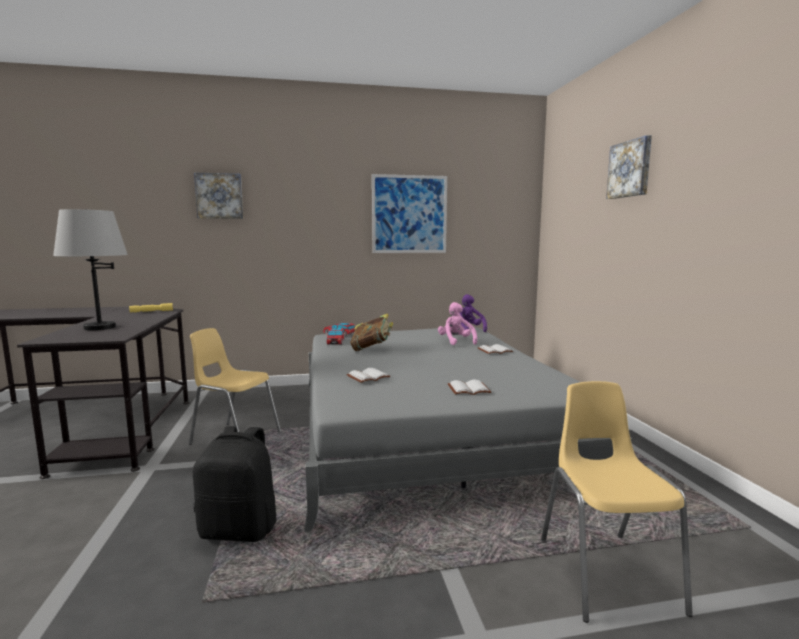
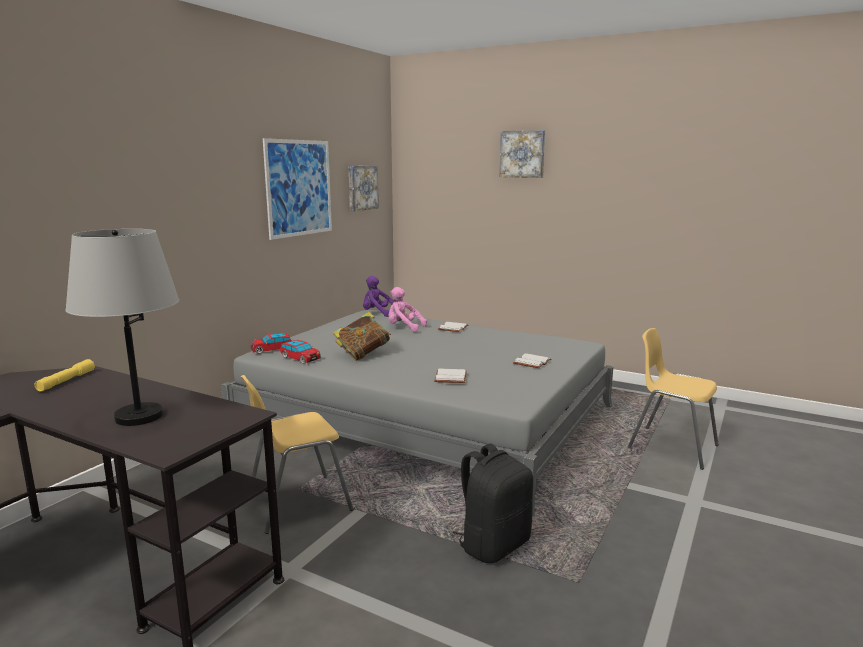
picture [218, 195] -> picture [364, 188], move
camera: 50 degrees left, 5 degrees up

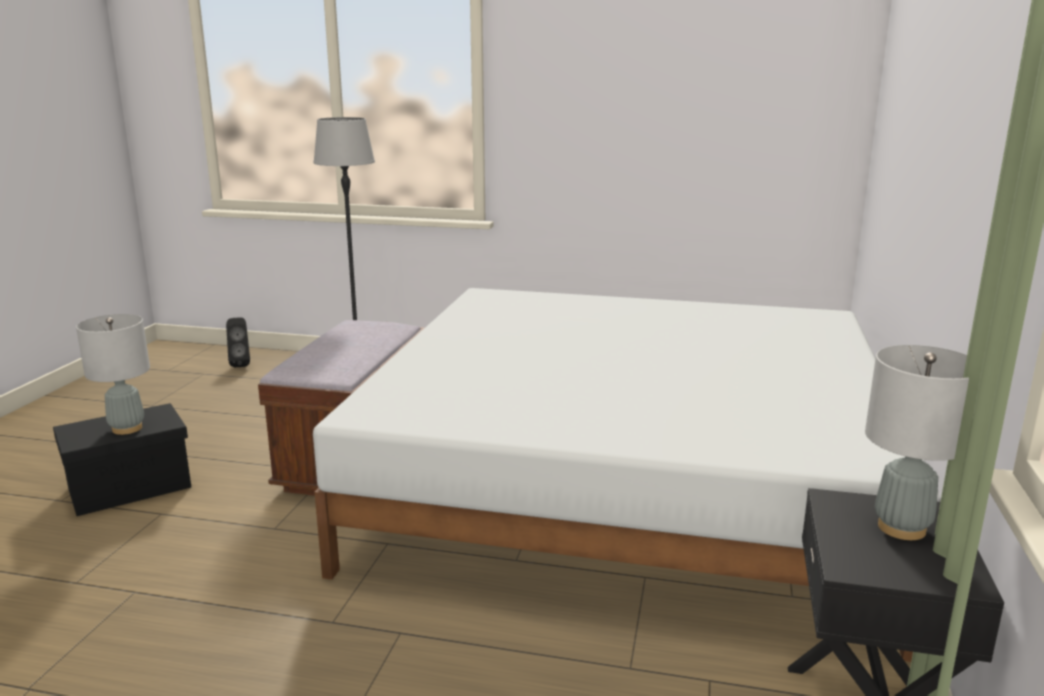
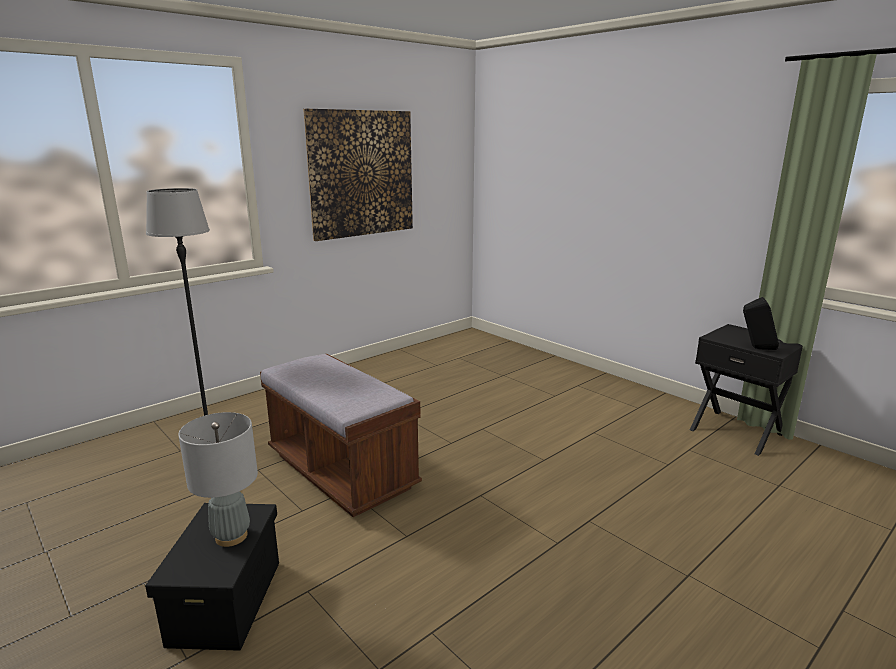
none -> picture [358, 175]
loudspeaker (blackish) [238, 342] -> loudspeaker (blackish) [761, 323], move
bedroom bed (white-coloured) [626, 475] -> none
table lamp (gray) [917, 442] -> none
camera: 55 degrees left, 0 degrees up

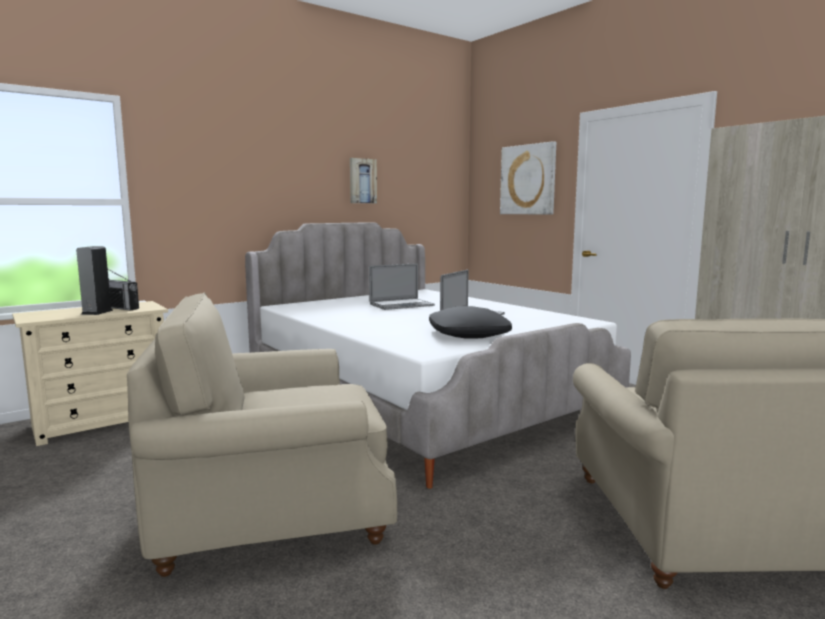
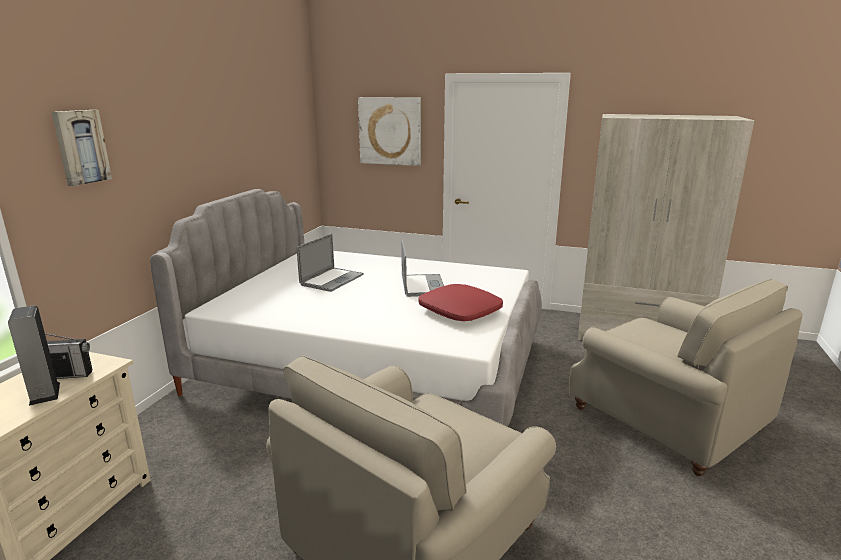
picture [363, 180] -> picture [82, 148], move
throw pillow (blackish) [470, 322] -> throw pillow (reddish) [461, 302]
camera: 35 degrees left, 10 degrees up

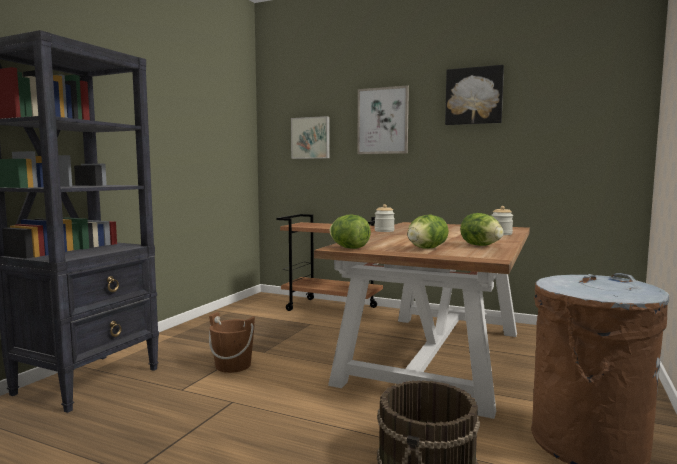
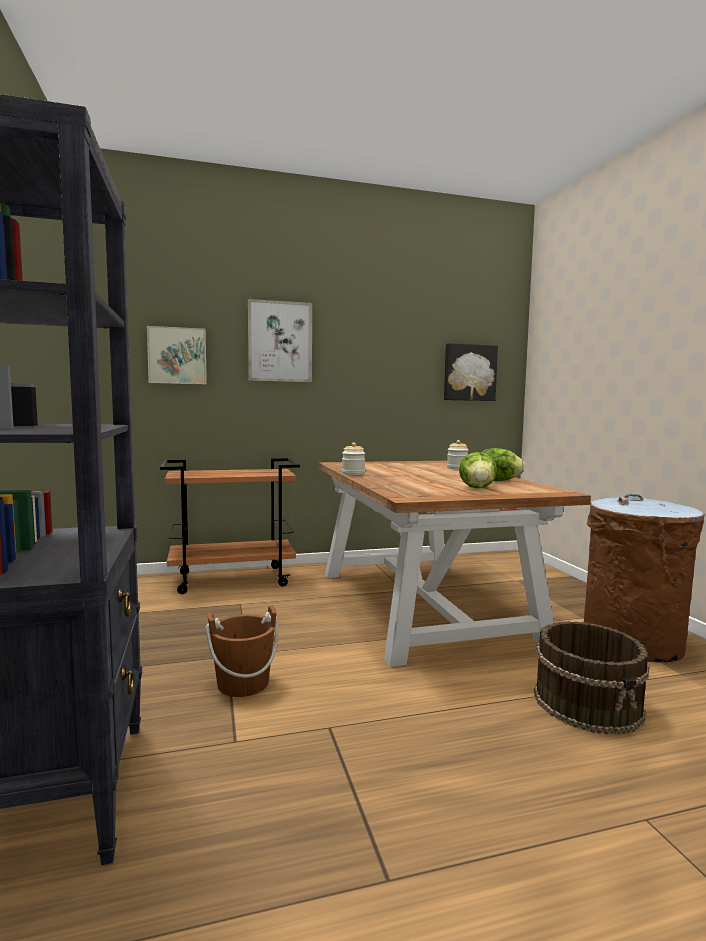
picture [474, 95] -> picture [471, 372], move
head of lettuce [350, 231] -> none
camera: 40 degrees left, 0 degrees up

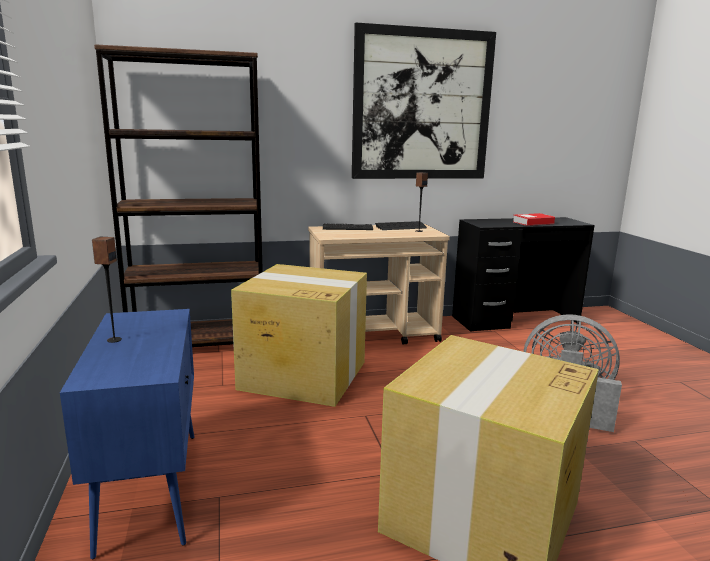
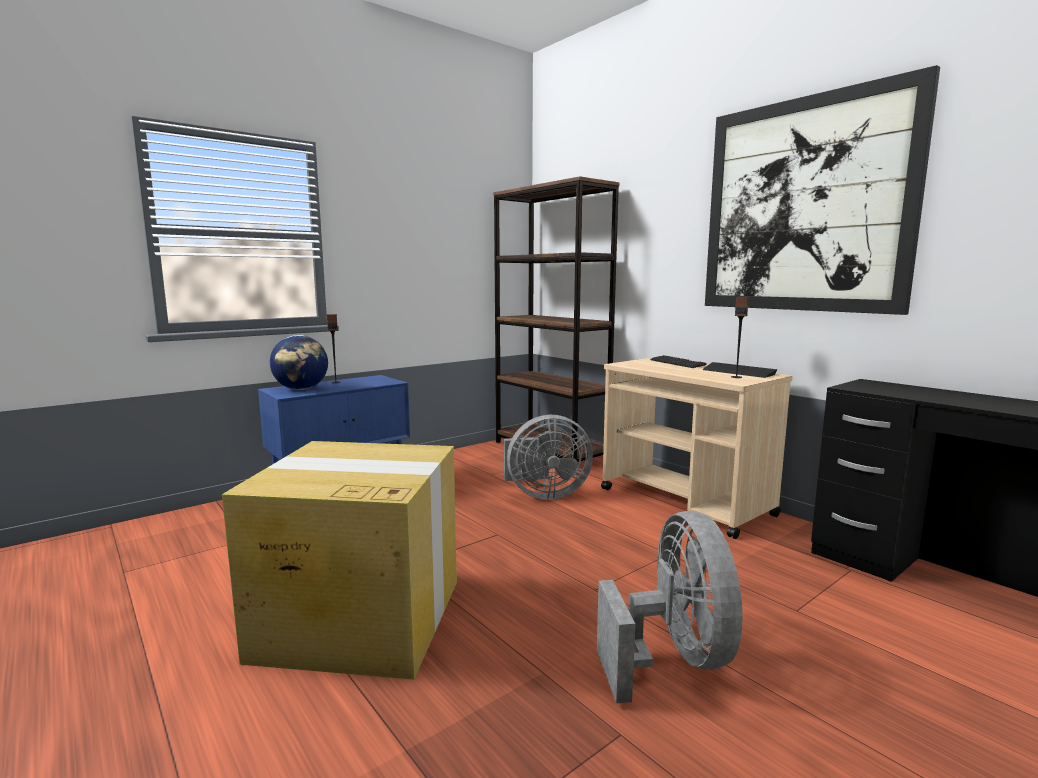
none -> world globe [299, 362]
carton [299, 335] -> cooling fan (gray) [548, 457]
volume [534, 219] -> none
camera: 65 degrees right, 5 degrees down

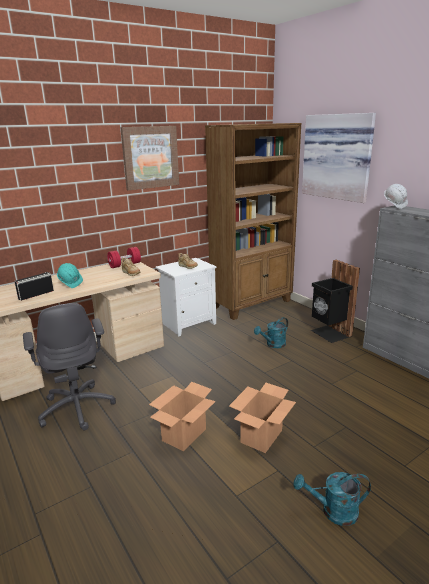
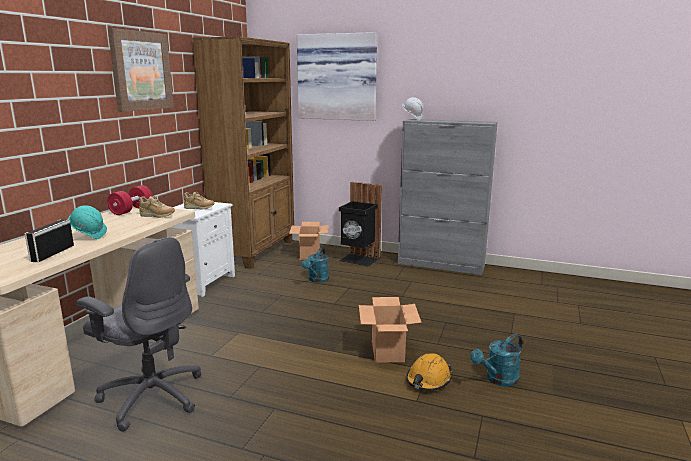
carton [182, 417] -> carton [309, 241], move
none -> work helmet (orange-coloured) [429, 372]
camera: 35 degrees left, 5 degrees down

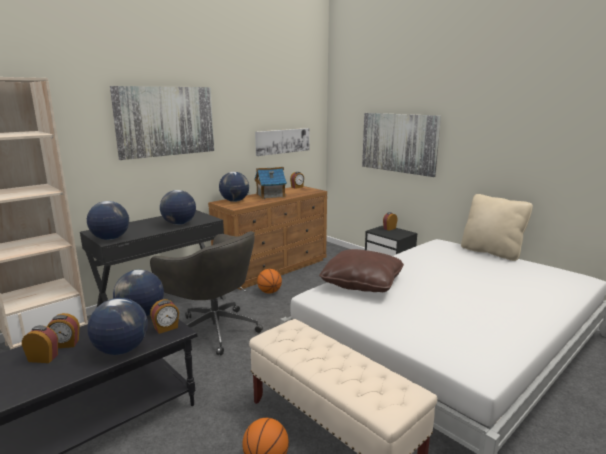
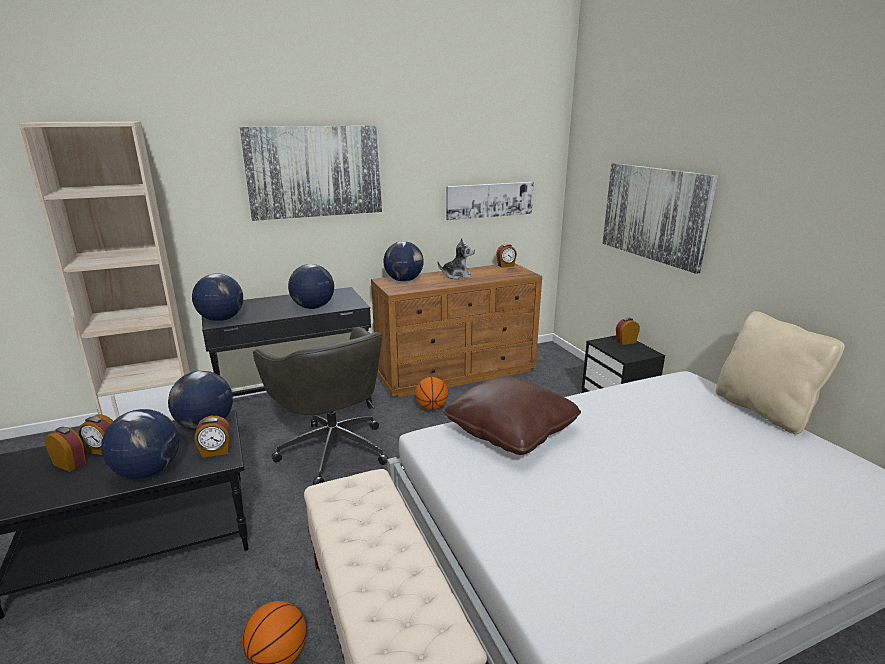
toy house [270, 183] -> cuddly toy [456, 259]
camera: 20 degrees right, 5 degrees up

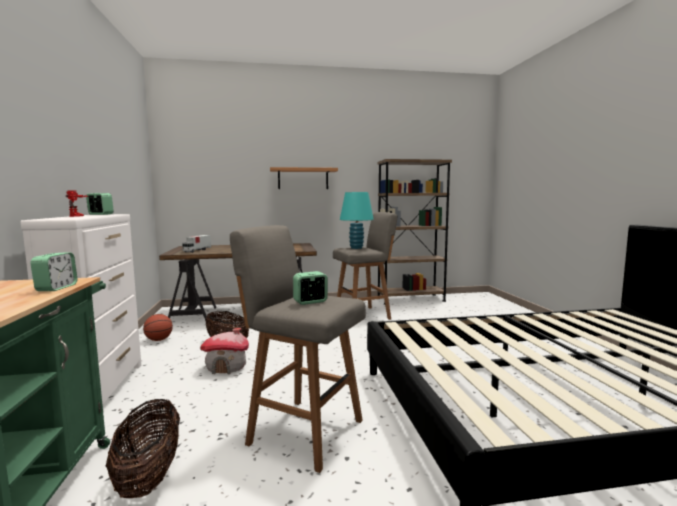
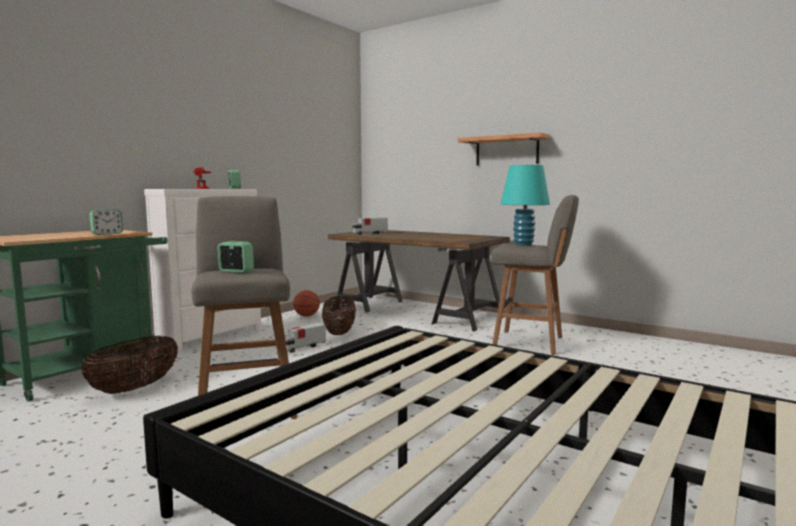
toy house [224, 351] -> model truck [305, 338]
bookshelf (brown-coloured) [414, 232] -> none
camera: 45 degrees right, 0 degrees up

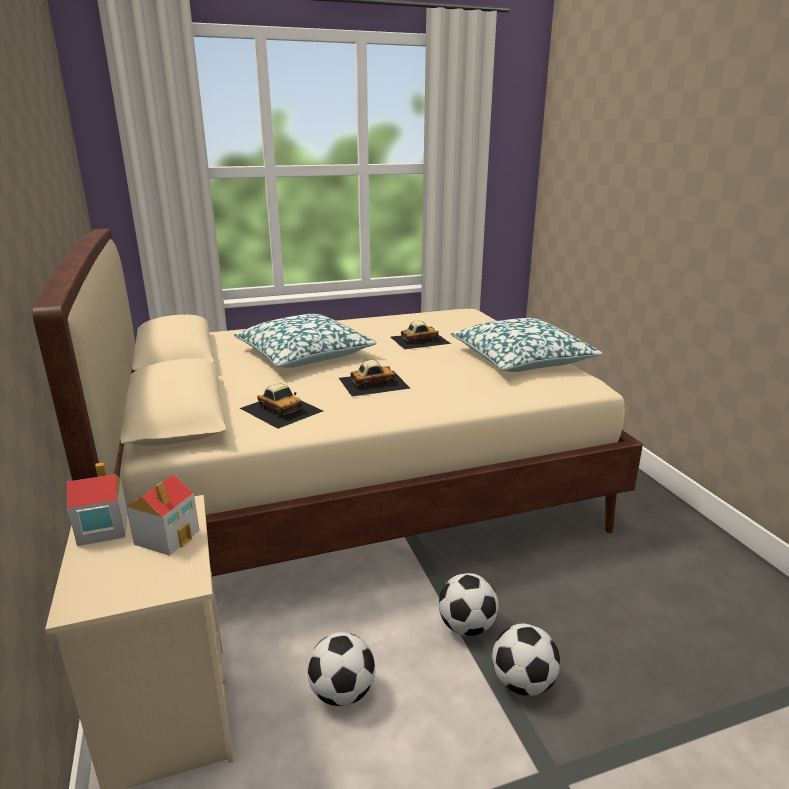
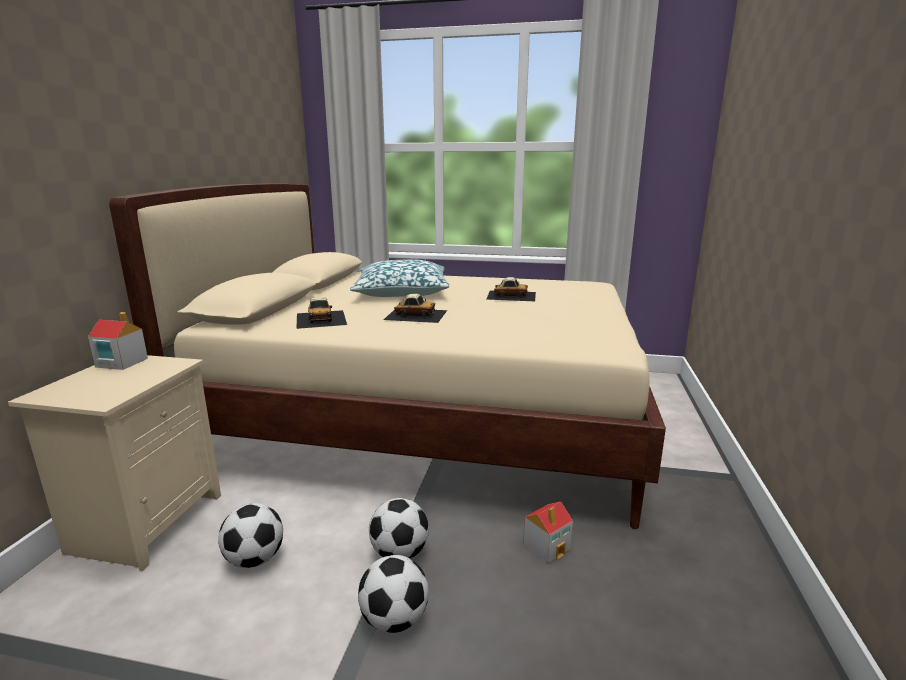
toy house [162, 515] -> toy house [548, 532], move
throw pillow [527, 345] -> none
camera: 30 degrees right, 5 degrees down

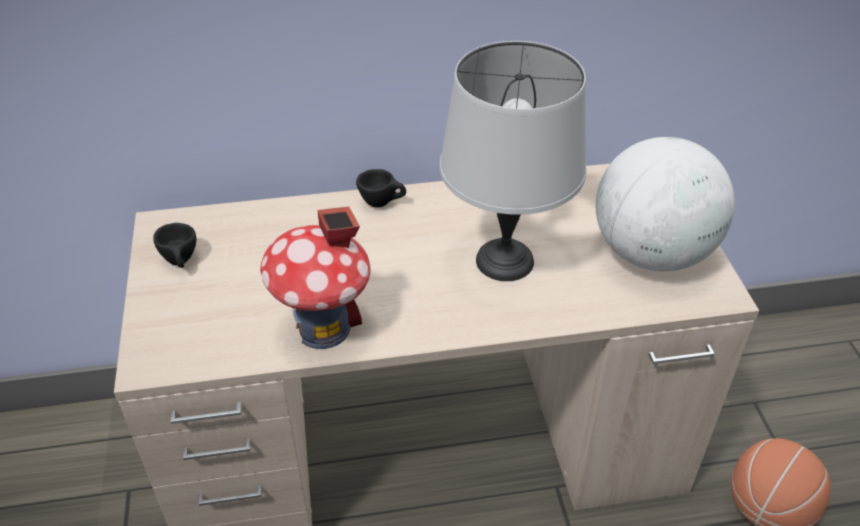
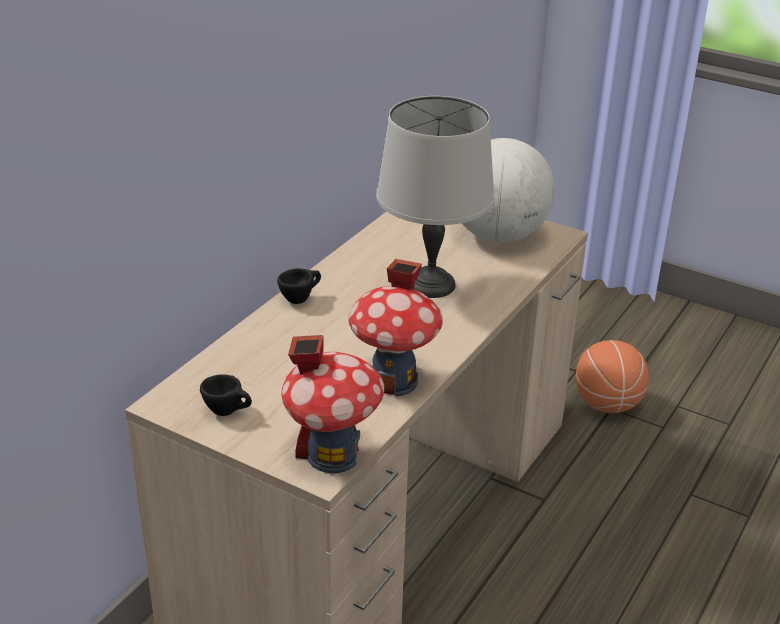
none -> toy house [332, 404]
camera: 50 degrees left, 10 degrees down

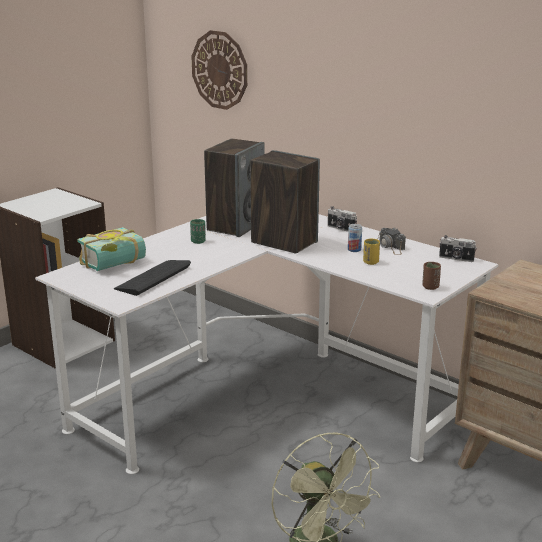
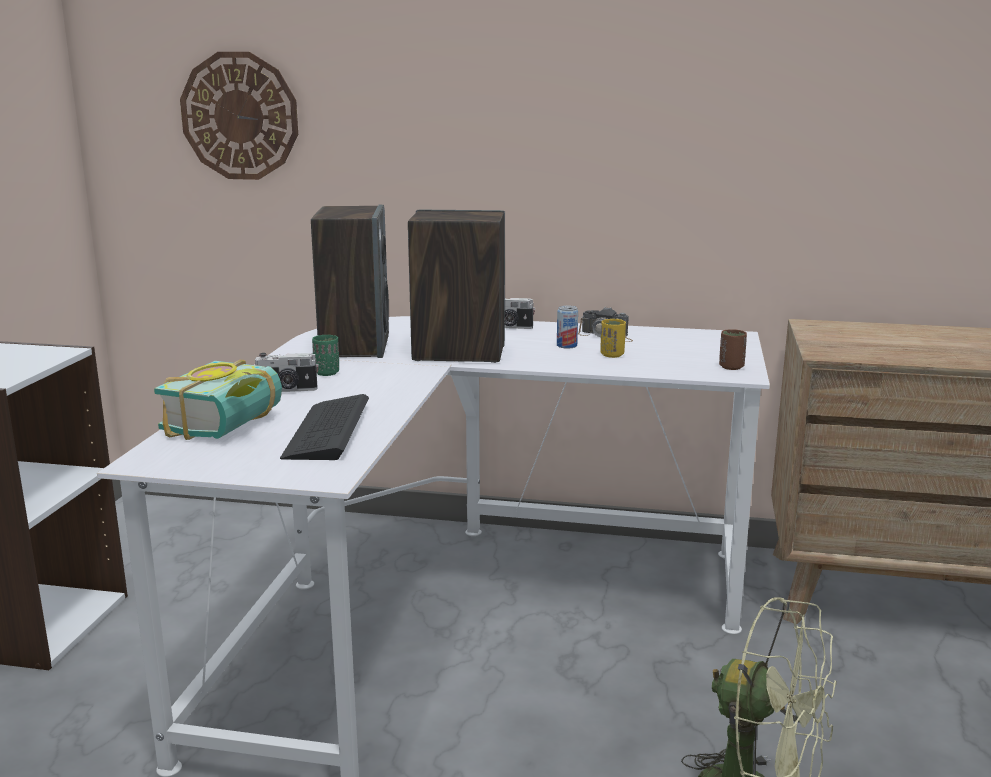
photo camera [458, 248] -> photo camera [287, 372], move
camera: 30 degrees left, 5 degrees down

